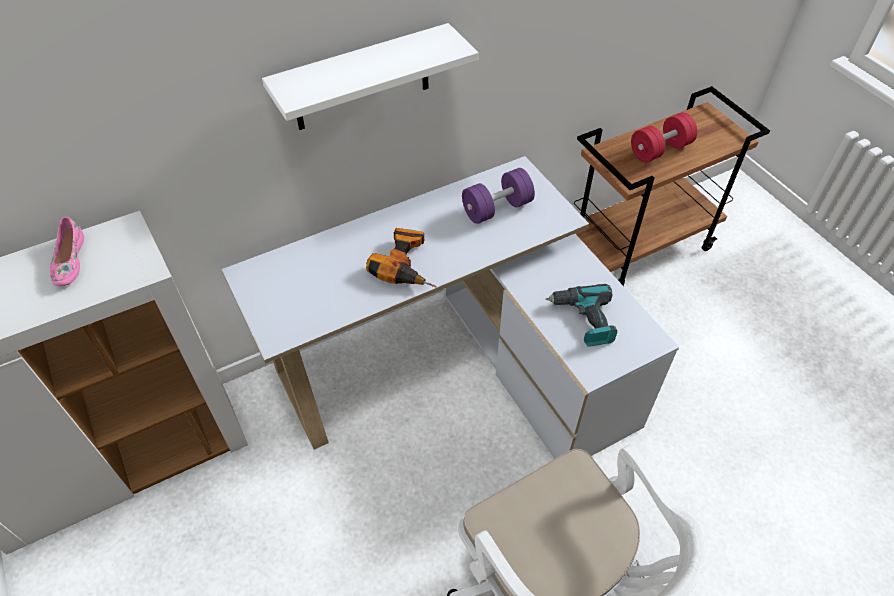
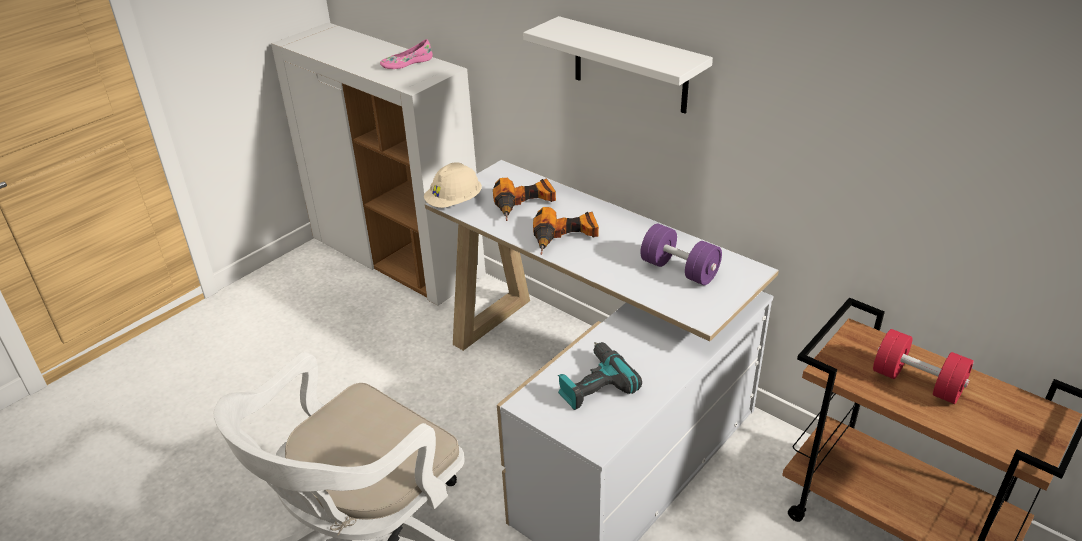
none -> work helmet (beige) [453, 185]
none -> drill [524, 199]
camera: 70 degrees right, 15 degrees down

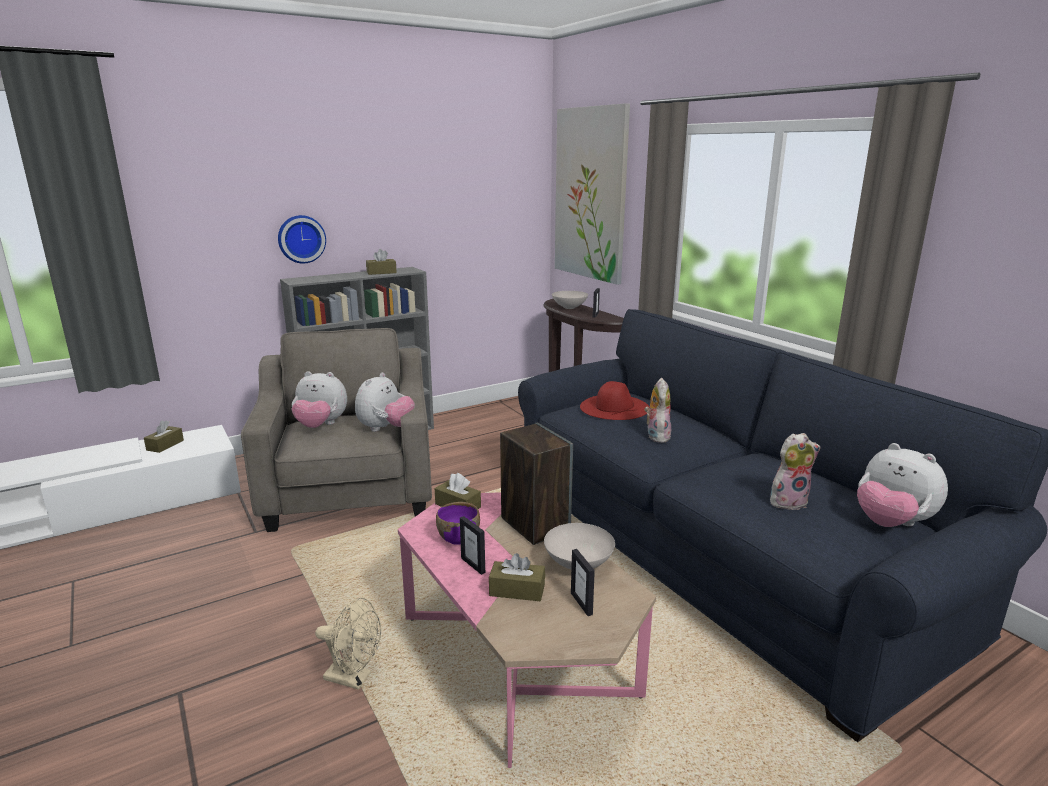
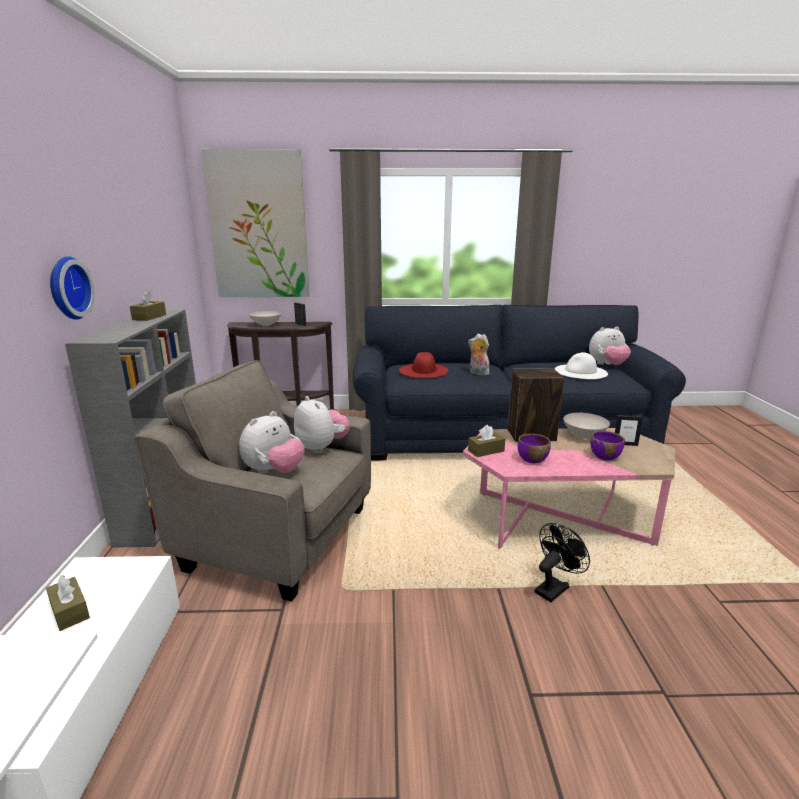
cooling fan (beige) [348, 643] -> cooling fan (blackish) [562, 562]
cuddly toy [795, 471] -> hat (white-coloured) [581, 365]
tissue holder (brown-coloured) [517, 577] -> deep dish (purple) [607, 446]
standing frame [472, 545] -> none
camera: 60 degrees left, 0 degrees up

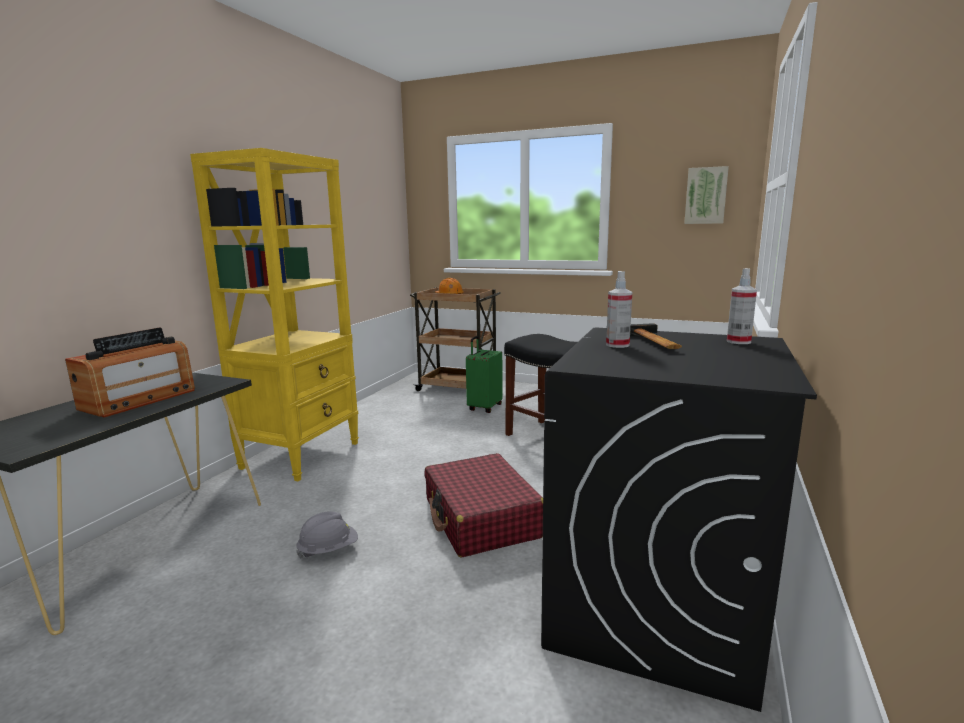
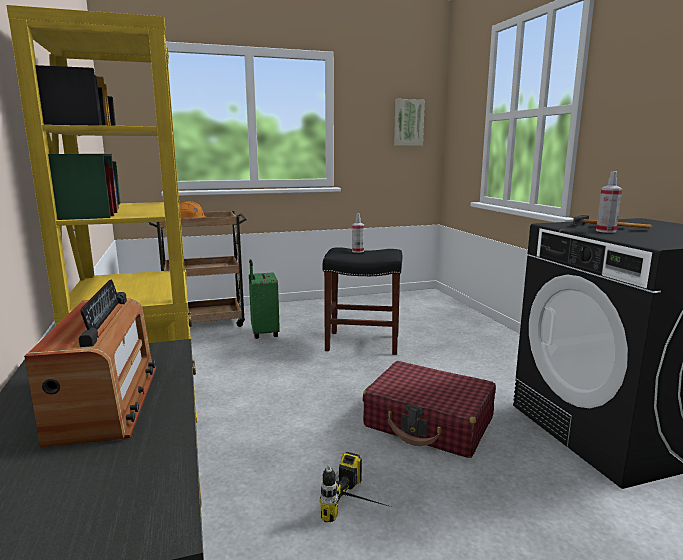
work helmet (gray) [327, 535] -> drill [355, 487]
sprayer [742, 306] -> sprayer [358, 233], move
camera: 40 degrees left, 0 degrees up

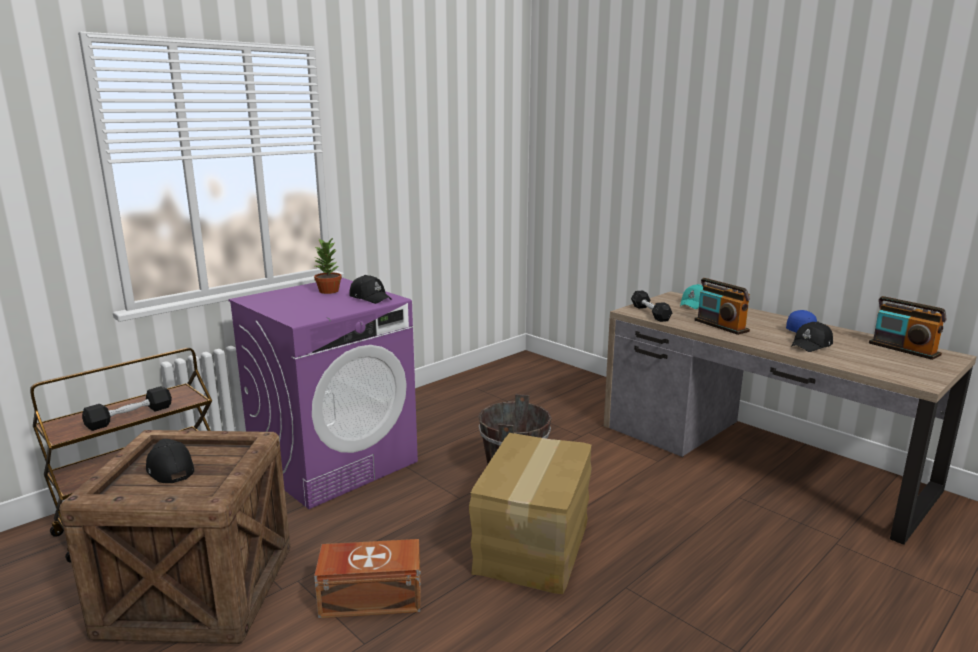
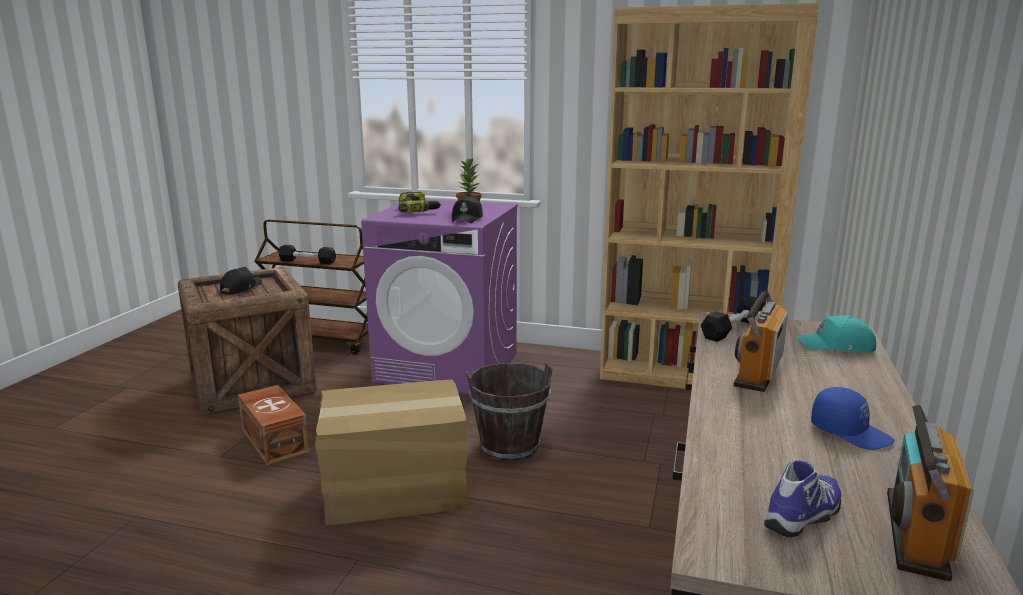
none -> drill [420, 202]
none -> bookshelf (brown-coloured) [709, 196]
none -> shoe [802, 499]
peaked cap (blackish) [812, 337] -> none
camera: 60 degrees right, 0 degrees up

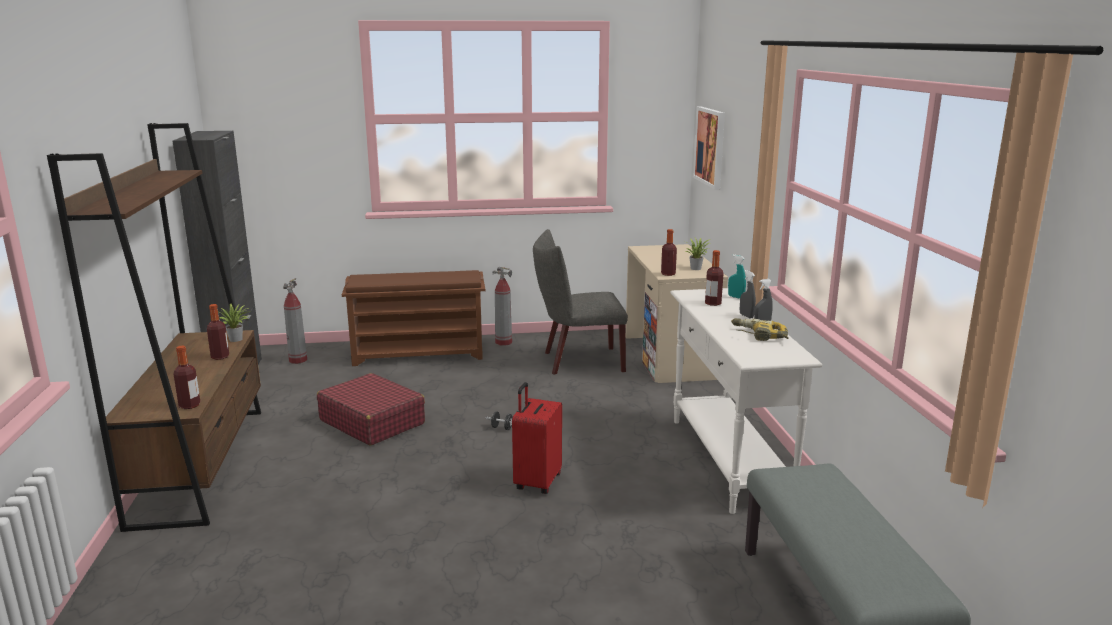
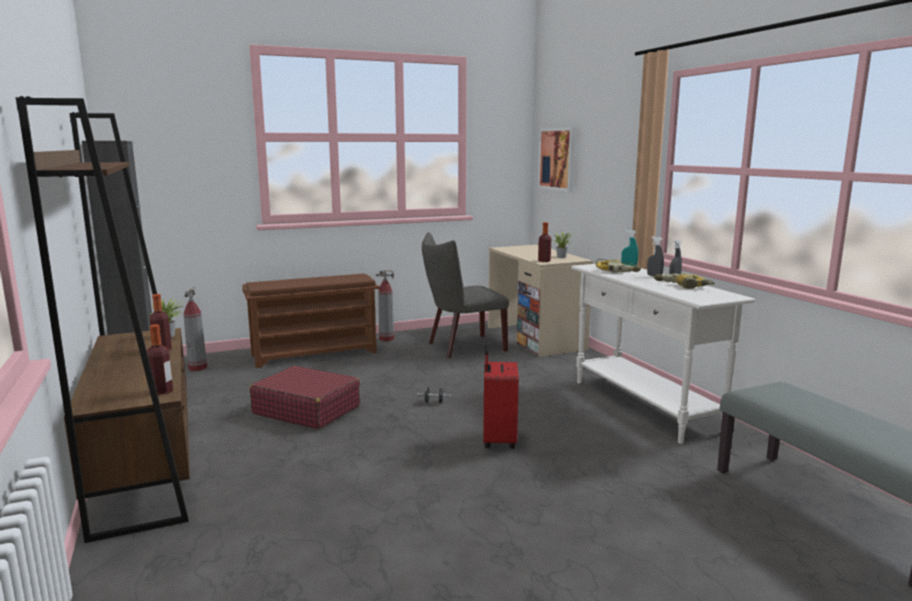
beverage bottle [714, 278] -> drill [618, 265]
camera: 15 degrees left, 5 degrees down

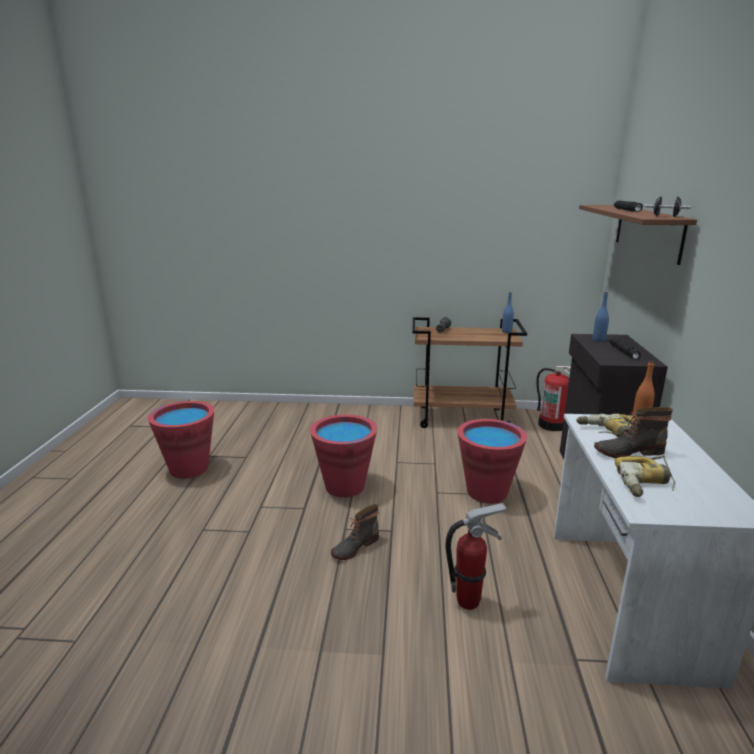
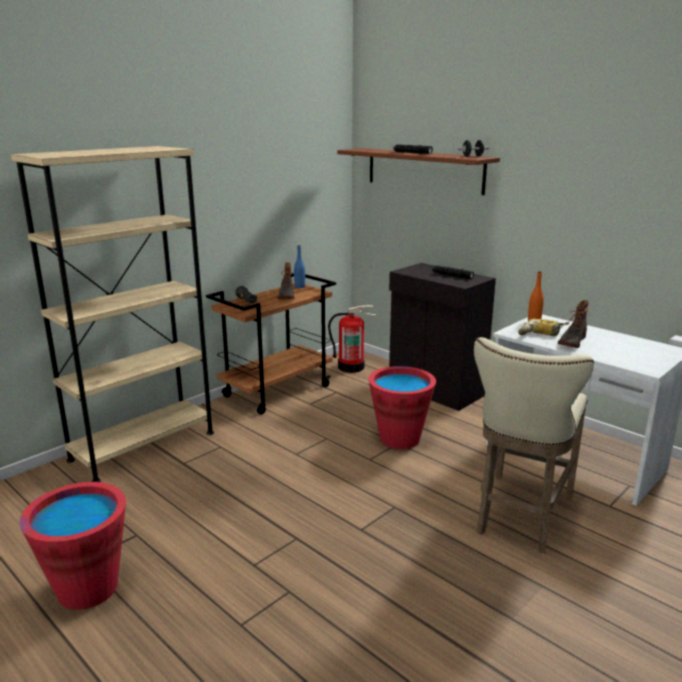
none -> bookshelf (beige) [112, 314]
high-top boot [355, 532] -> high-top boot [286, 280], move
extinguisher [476, 556] -> stool (beige) [534, 445]
bucket (reddish) [343, 456] -> none
beverage bottle (blue-coloured) [601, 317] -> none
drill [645, 476] -> none
camera: 50 degrees left, 0 degrees up

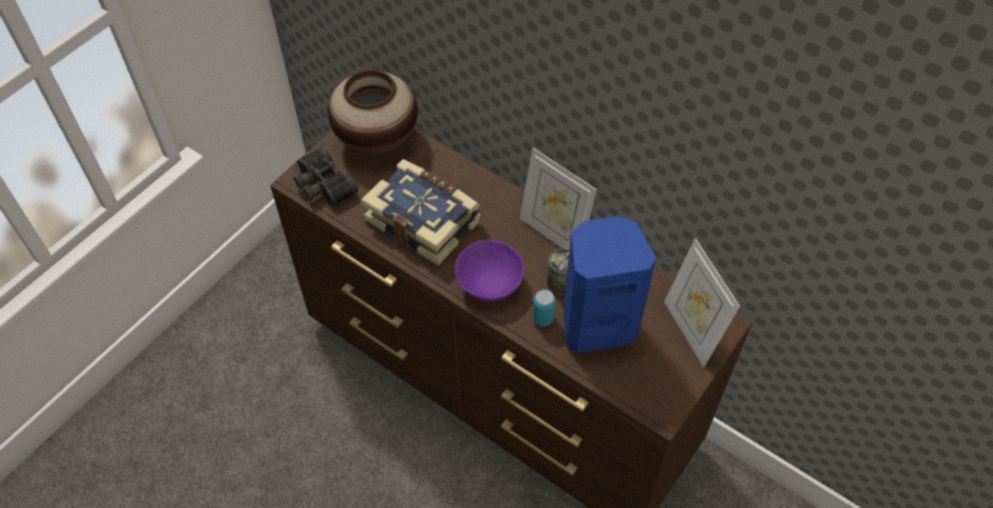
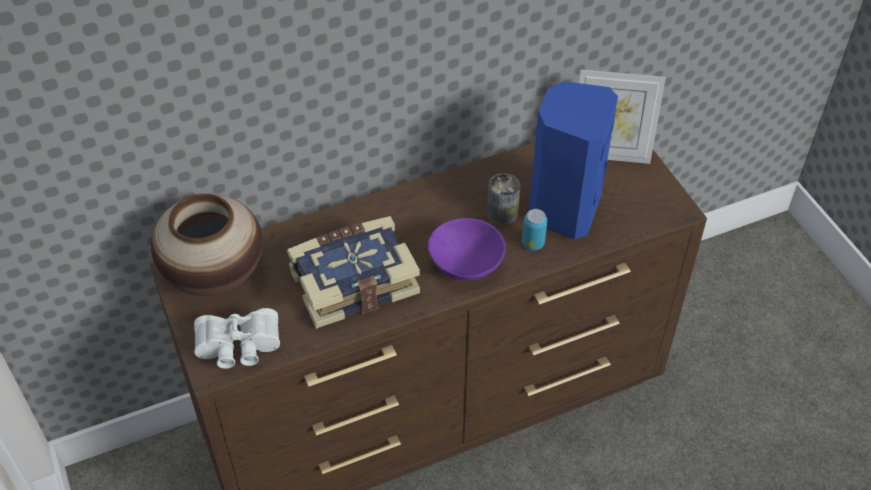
binoculars (blackish) [326, 176] -> binoculars (white-coloured) [237, 338]
standing frame [558, 198] -> none
camera: 60 degrees left, 5 degrees down

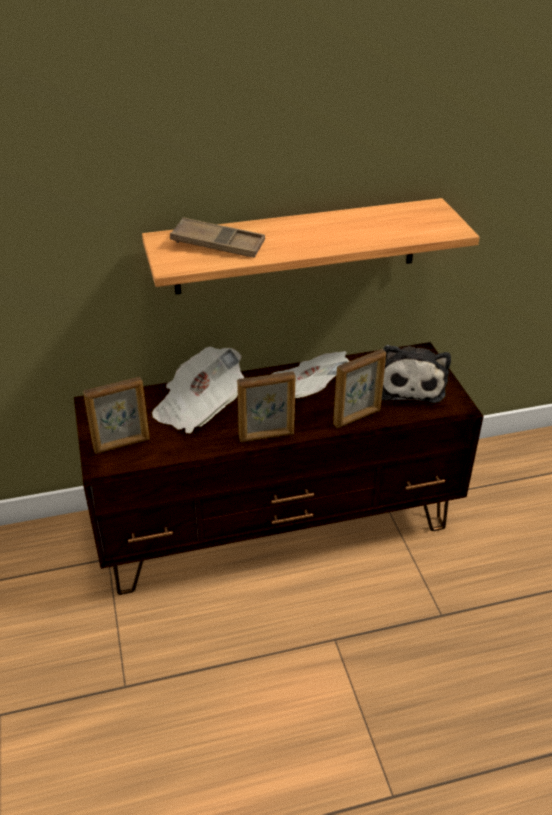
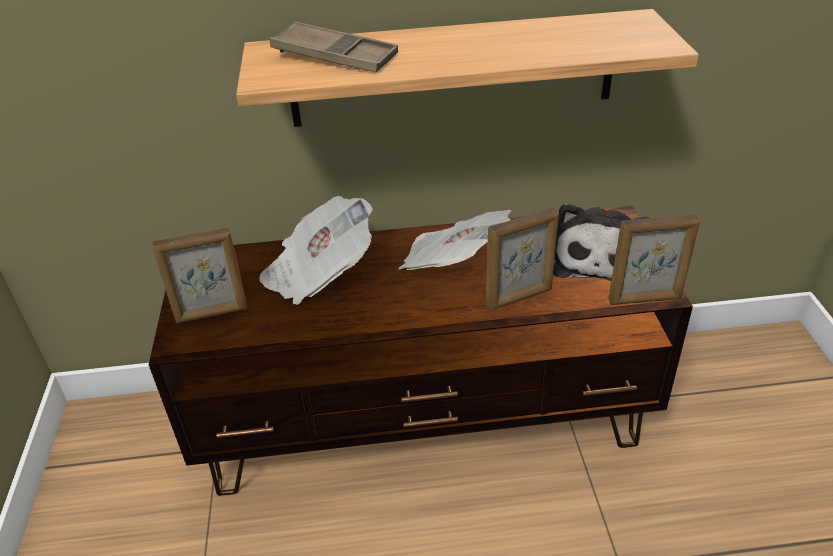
standing frame [266, 406] -> standing frame [654, 259], move
camera: 10 degrees right, 0 degrees up

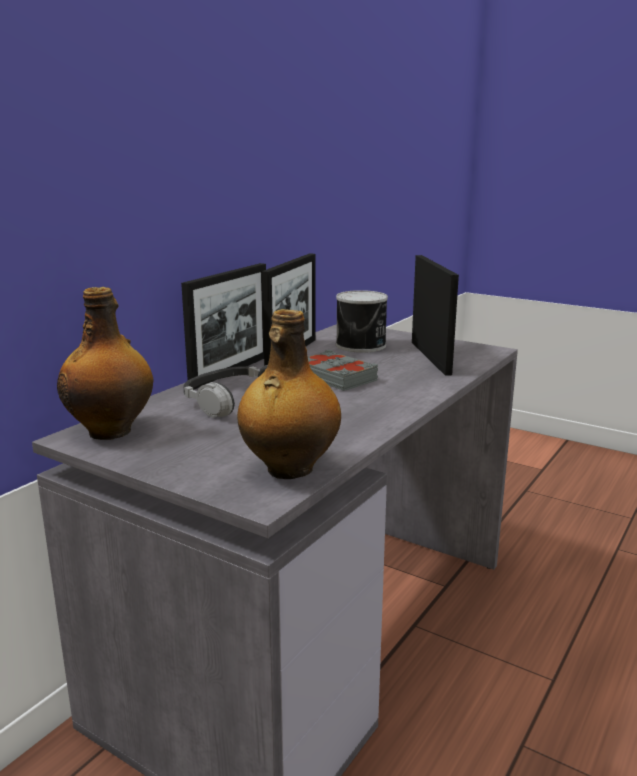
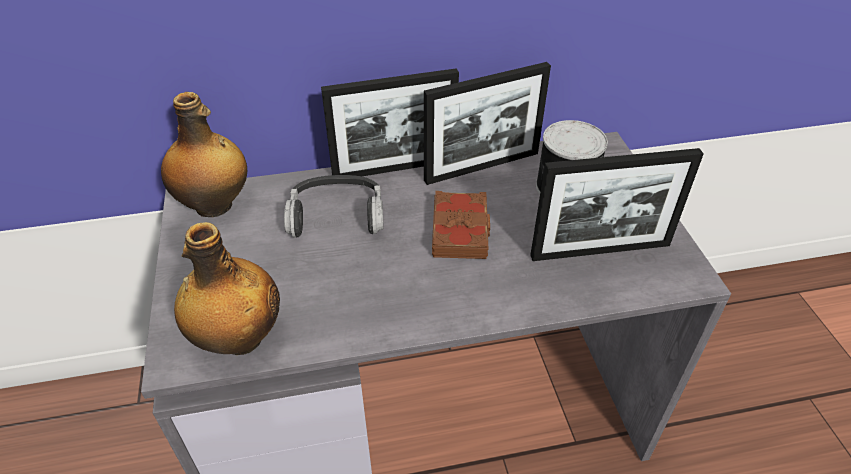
volume (gray) [343, 370] -> volume (brown-coloured) [461, 225]
standing frame [435, 315] -> standing frame [616, 204], 45 degrees clockwise
camera: 45 degrees right, 25 degrees up

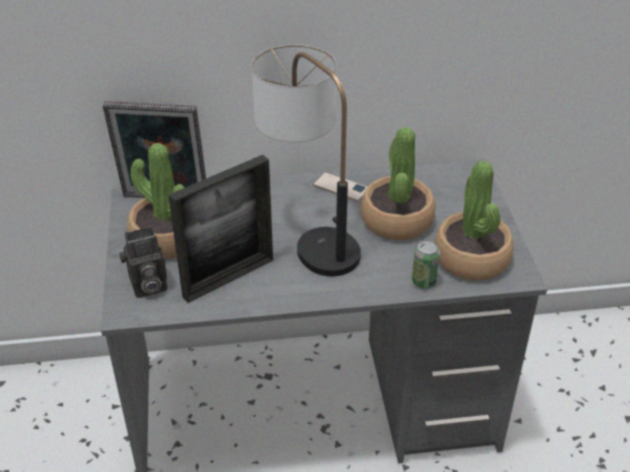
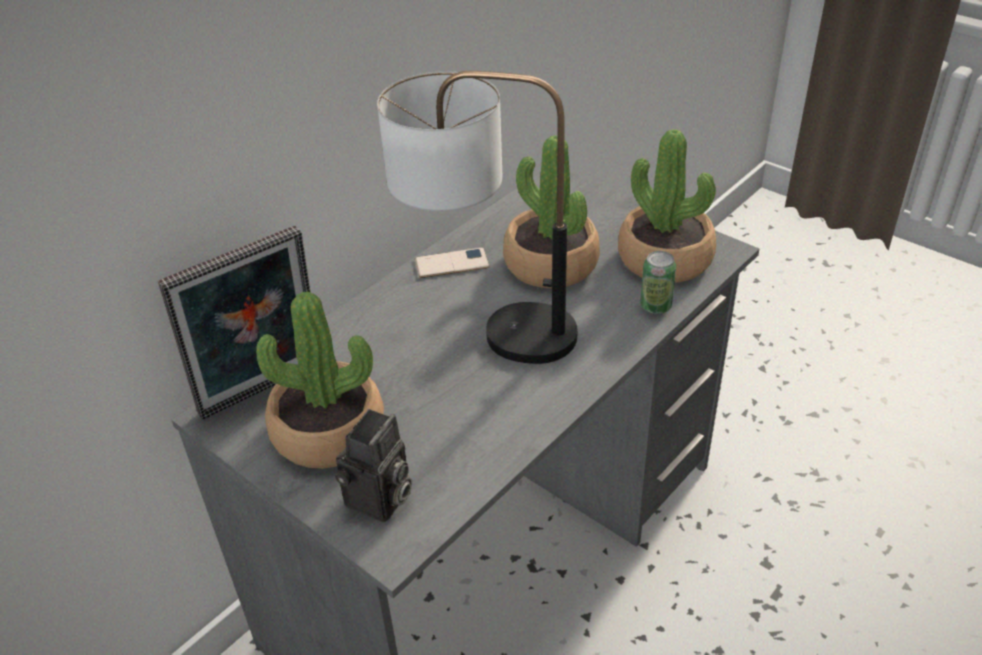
standing frame [220, 229] -> none
camera: 40 degrees left, 0 degrees up

